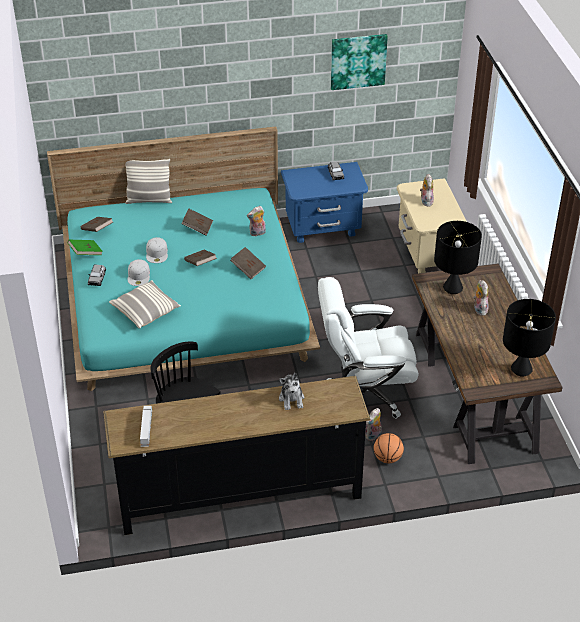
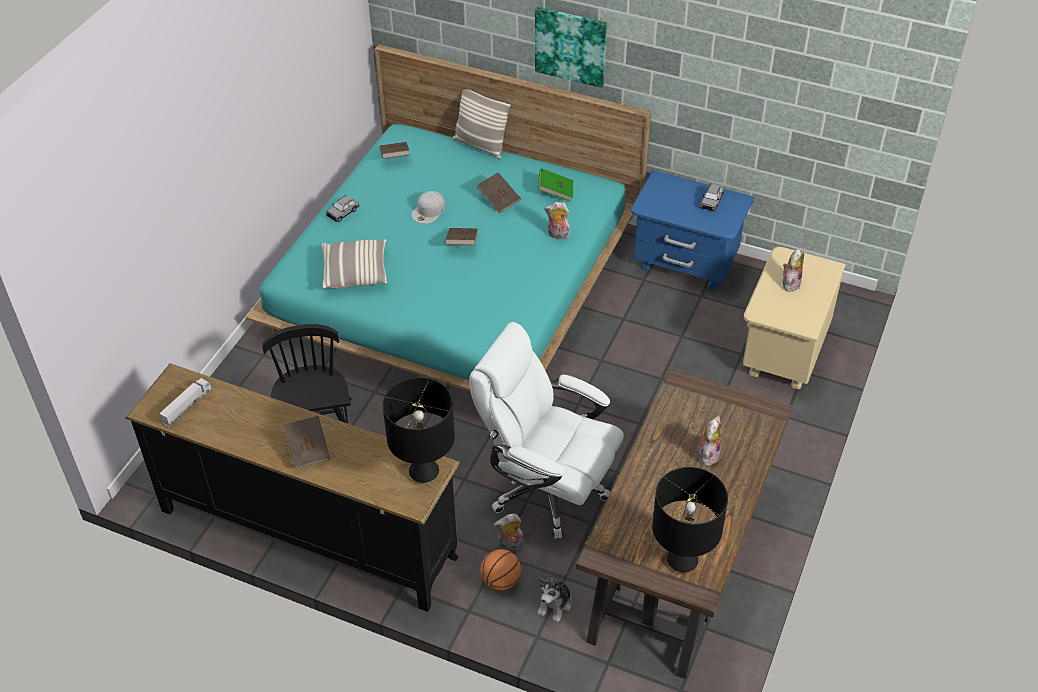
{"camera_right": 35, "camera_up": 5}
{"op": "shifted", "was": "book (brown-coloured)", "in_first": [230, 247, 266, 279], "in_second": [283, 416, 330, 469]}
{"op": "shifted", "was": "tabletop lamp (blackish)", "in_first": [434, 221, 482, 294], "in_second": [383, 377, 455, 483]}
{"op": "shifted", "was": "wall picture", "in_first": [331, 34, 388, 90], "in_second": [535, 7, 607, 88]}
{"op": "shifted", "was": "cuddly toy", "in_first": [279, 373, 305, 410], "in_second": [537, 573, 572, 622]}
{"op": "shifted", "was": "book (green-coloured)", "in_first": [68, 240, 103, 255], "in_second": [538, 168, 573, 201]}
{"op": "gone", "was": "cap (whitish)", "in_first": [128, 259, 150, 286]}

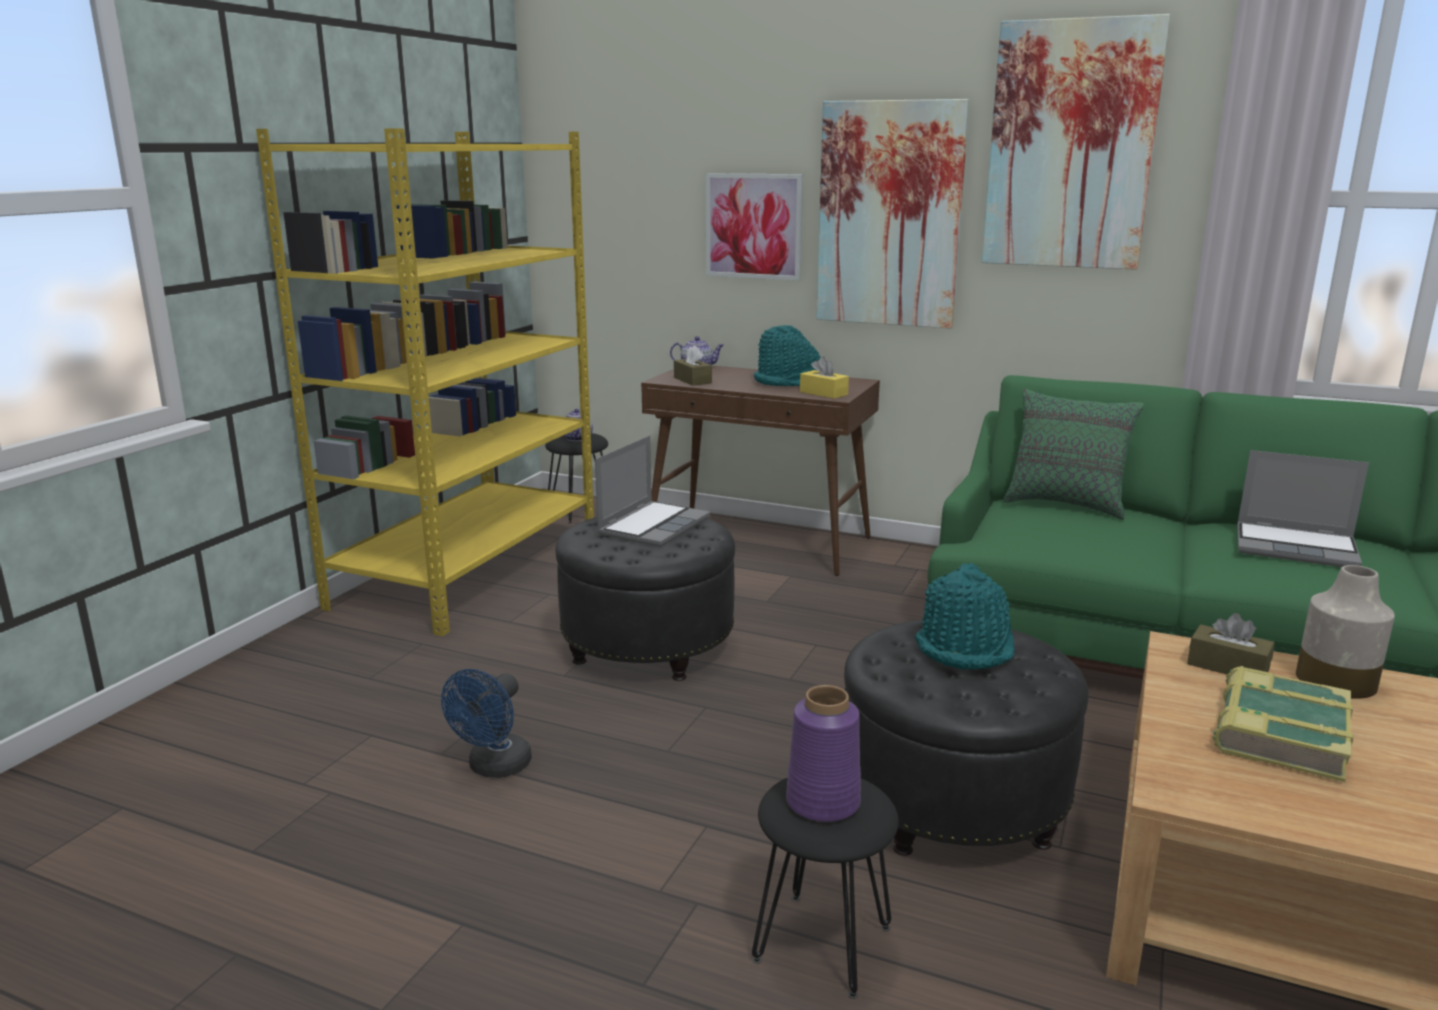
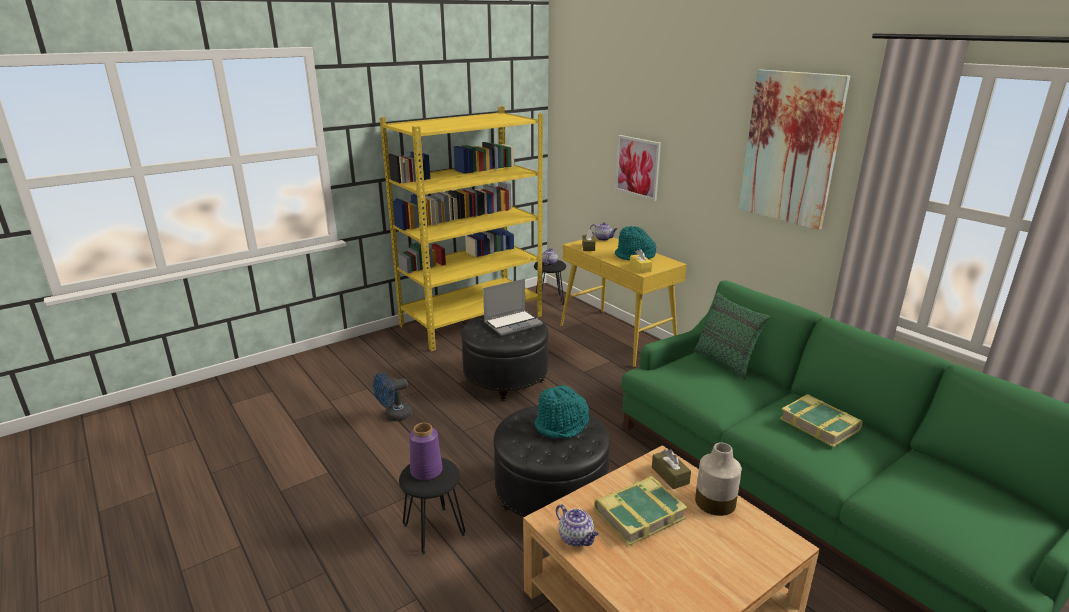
{"camera_right": 30, "camera_up": 5}
{"op": "new", "now": "tea pot", "in_second": [556, 504, 599, 547]}
{"op": "repainted", "was": "narrow table (brown-coloured)", "now": "narrow table (yellow)", "in_first": [641, 365, 880, 576], "in_second": [560, 236, 687, 367]}
{"op": "swapped", "was": "laptop", "now": "book", "in_first": [1237, 450, 1369, 567], "in_second": [779, 394, 863, 447]}
{"op": "gone", "was": "wall picture", "in_first": [816, 99, 969, 328]}

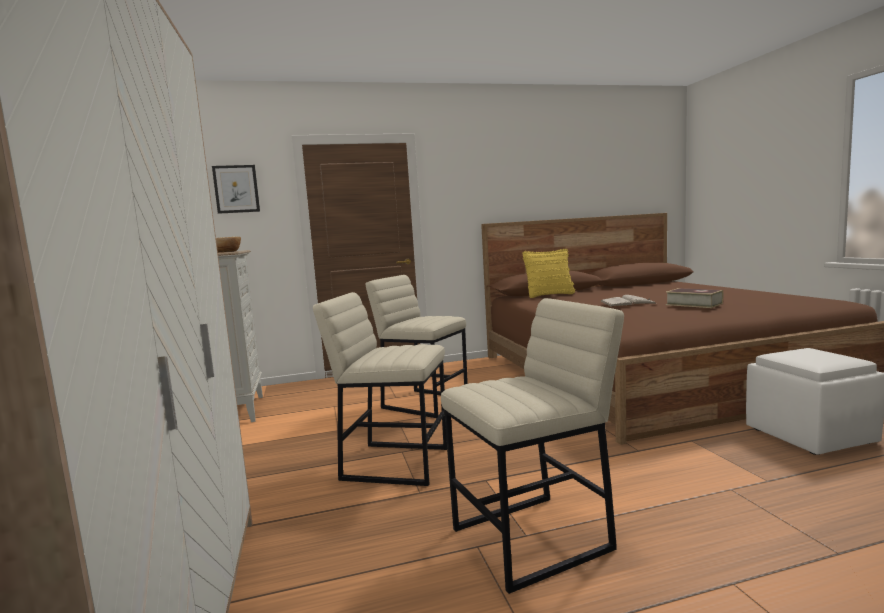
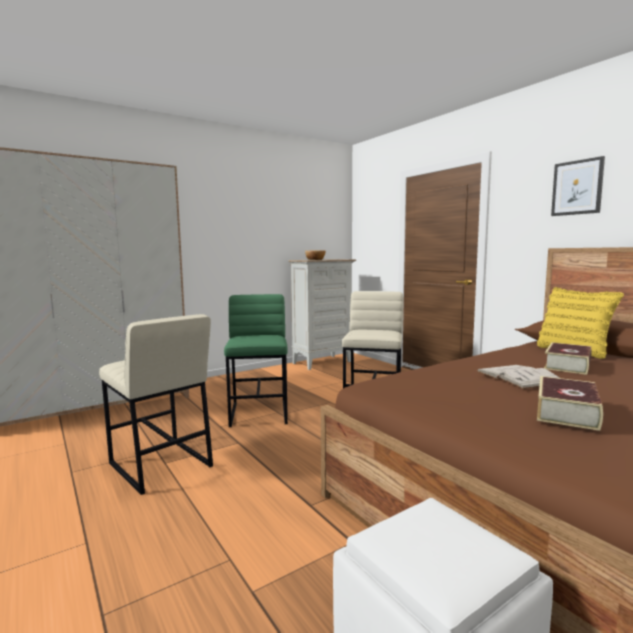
{"camera_right": 70, "camera_up": 0}
{"op": "repainted", "was": "upright chair (beige)", "now": "upright chair (green-coloured)", "in_first": [313, 292, 447, 486], "in_second": [224, 294, 288, 427]}
{"op": "new", "now": "book", "in_second": [544, 342, 592, 375]}
{"op": "shifted", "was": "wall picture", "in_first": [212, 165, 260, 214], "in_second": [551, 156, 605, 216]}

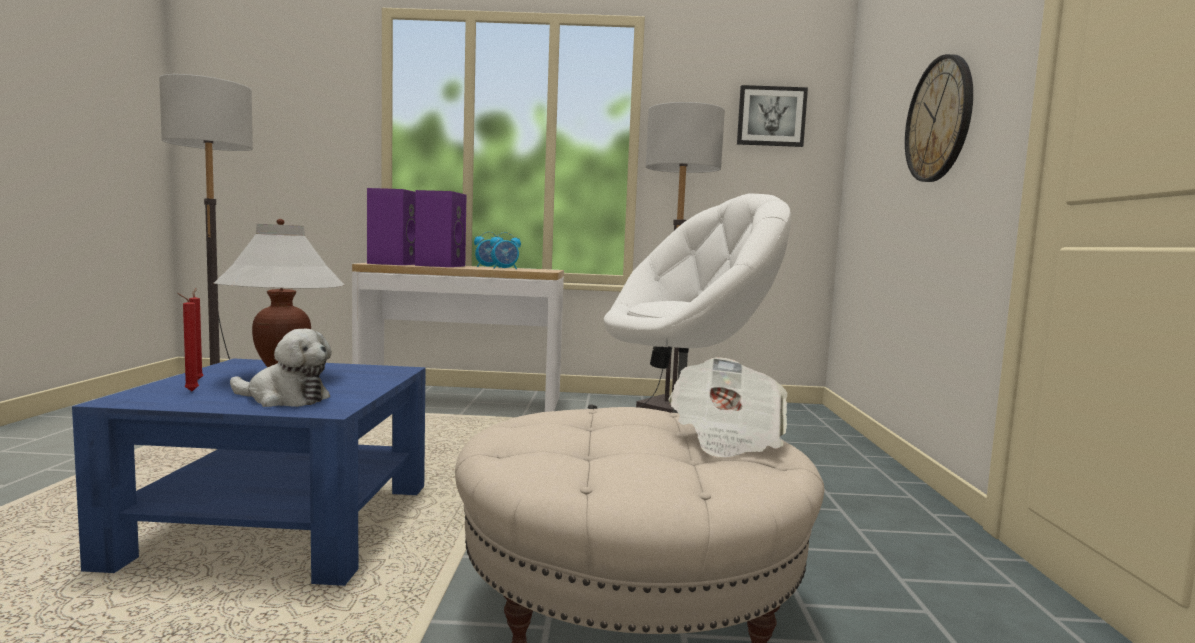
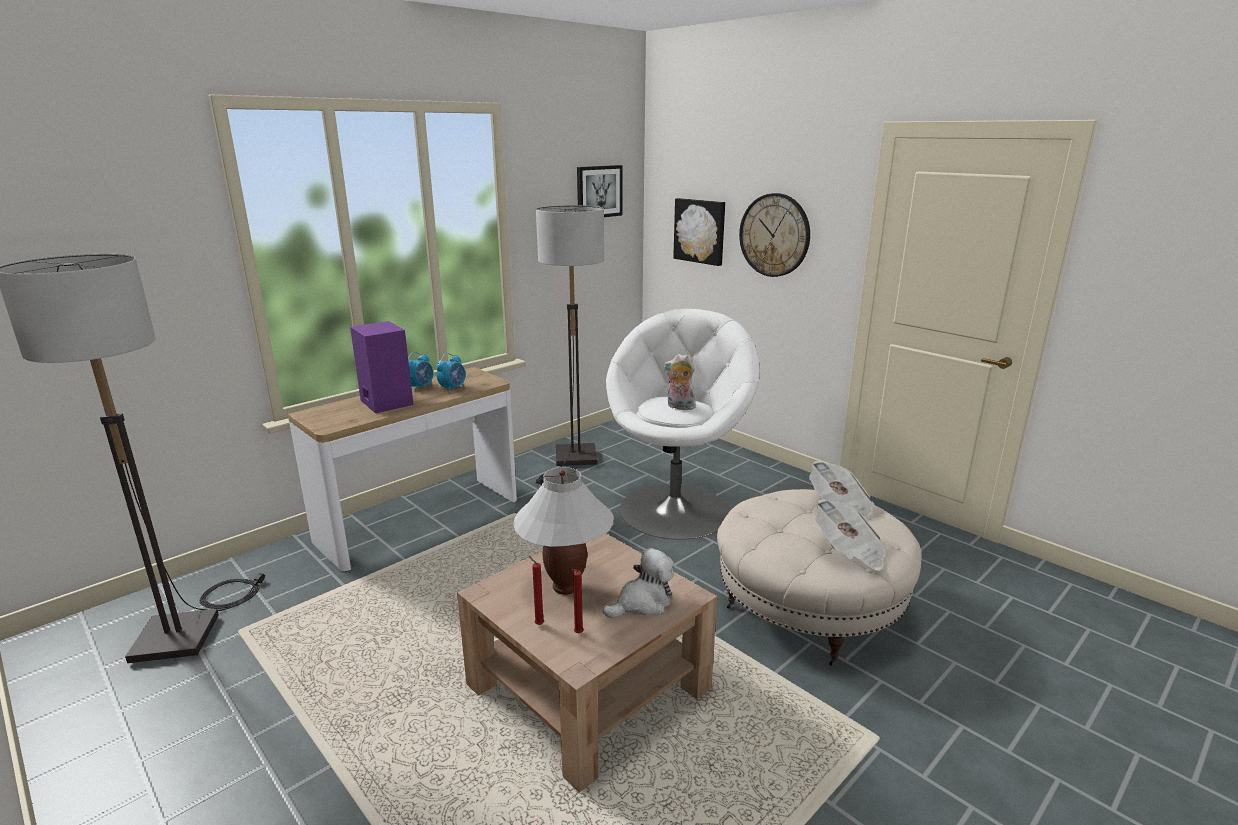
{"camera_right": -45, "camera_up": 15}
{"op": "repainted", "was": "coffee table (blue)", "now": "coffee table (brown-coloured)", "in_first": [72, 359, 426, 586], "in_second": [457, 533, 717, 793]}
{"op": "new", "now": "cuddly toy", "in_second": [664, 354, 697, 410]}
{"op": "new", "now": "wall picture", "in_second": [673, 198, 725, 266]}
{"op": "new", "now": "daily paper", "in_second": [815, 499, 886, 571]}
{"op": "gone", "was": "speaker (purple)", "in_first": [367, 188, 416, 265]}

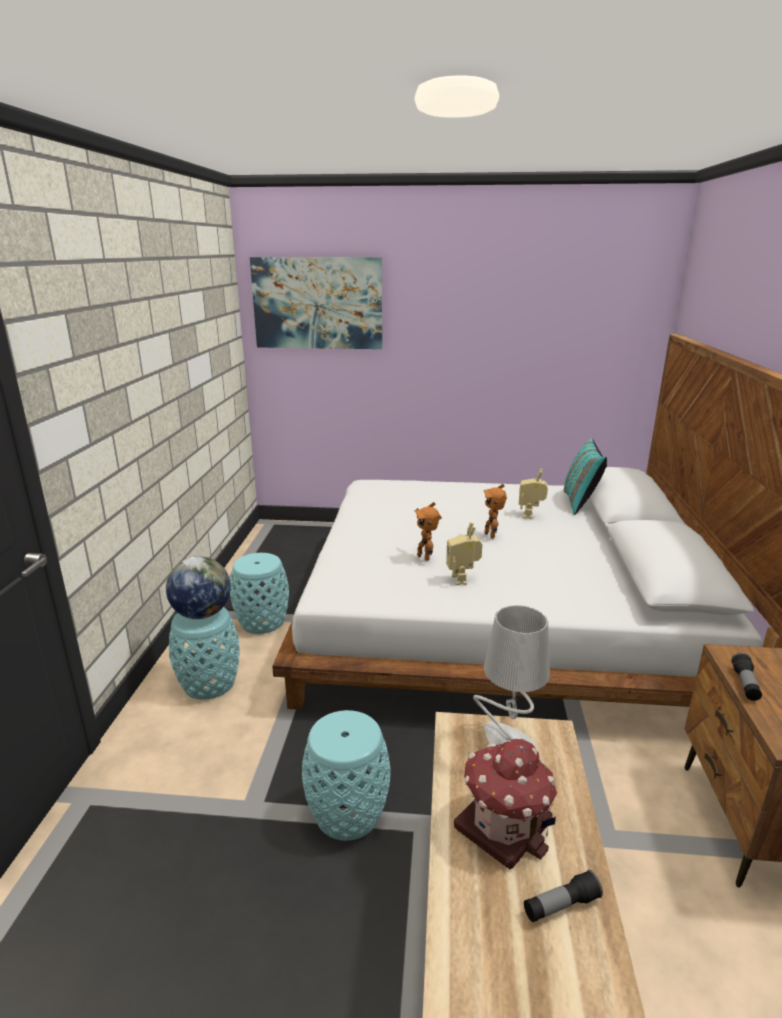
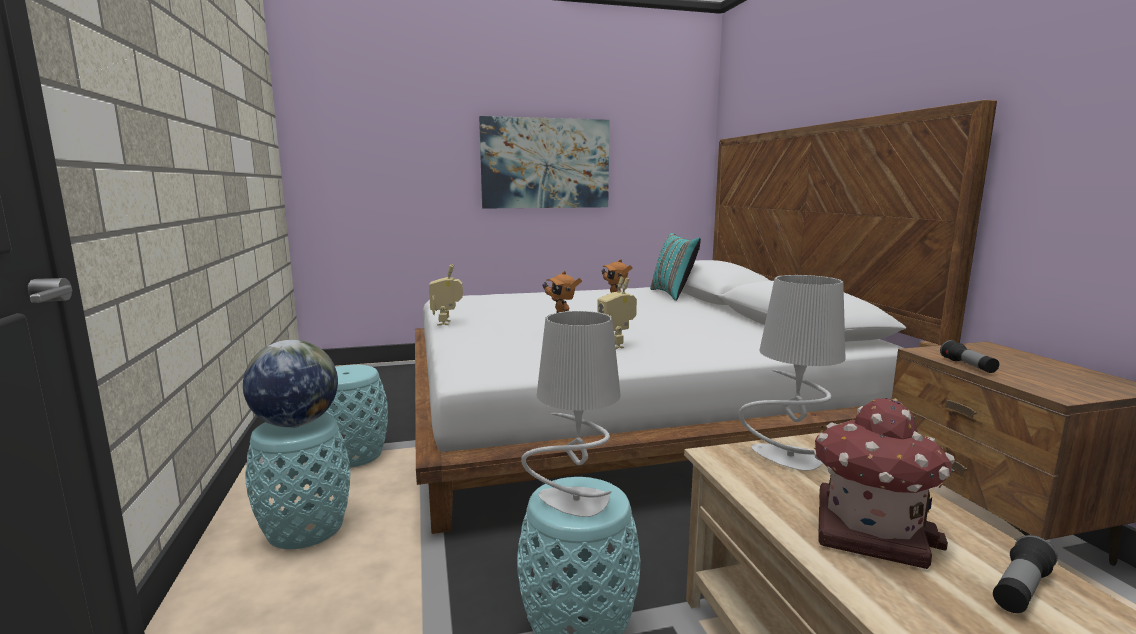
{"camera_right": -20, "camera_up": -10}
{"op": "shifted", "was": "robot figure", "in_first": [519, 469, 548, 519], "in_second": [429, 264, 463, 326]}
{"op": "shifted", "was": "wall picture", "in_first": [250, 257, 382, 349], "in_second": [479, 116, 610, 209]}
{"op": "new", "now": "tabletop lamp (gray)", "in_second": [521, 311, 621, 517]}

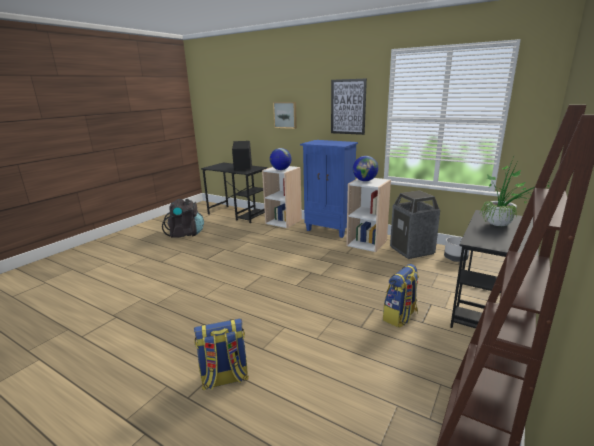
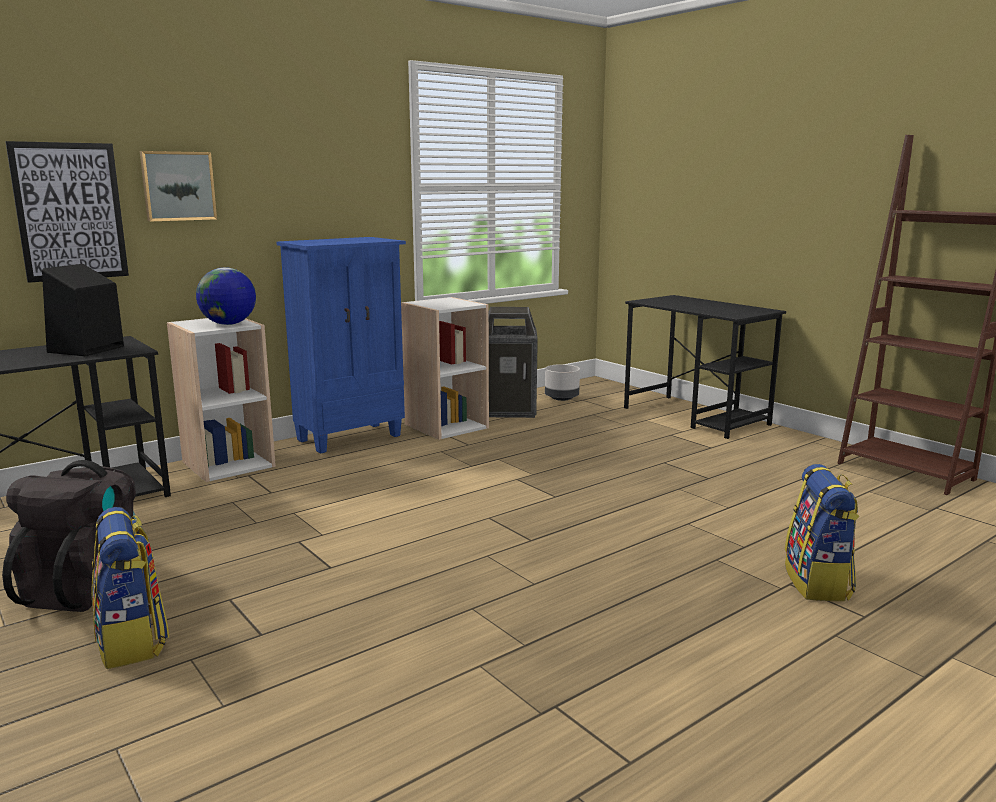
{"camera_right": -70, "camera_up": -5}
{"op": "shifted", "was": "wall picture", "in_first": [331, 79, 367, 135], "in_second": [5, 141, 129, 283]}
{"op": "shifted", "was": "rucksack", "in_first": [383, 264, 419, 328], "in_second": [91, 507, 169, 669]}
{"op": "gone", "was": "globe", "in_first": [353, 156, 378, 181]}
{"op": "gone", "was": "houseplant", "in_first": [479, 154, 550, 226]}

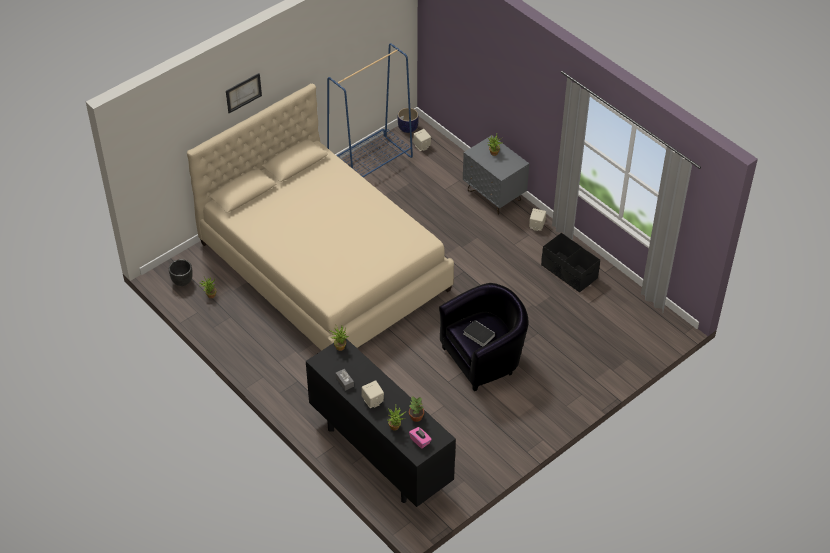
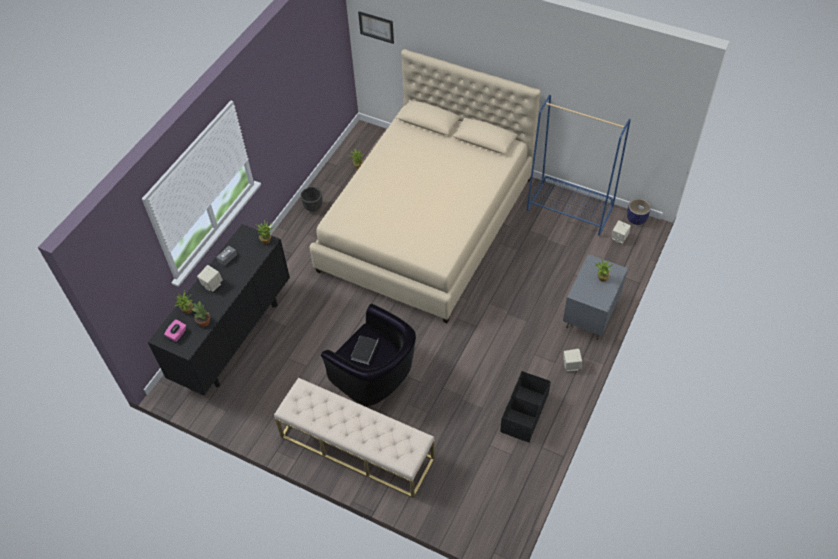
{"camera_right": 70, "camera_up": 5}
{"op": "new", "now": "bench (beige)", "in_second": [274, 378, 435, 498]}
{"op": "shifted", "was": "planter (blackish)", "in_first": [169, 259, 193, 286], "in_second": [301, 187, 323, 212]}
{"op": "shifted", "was": "wall picture", "in_first": [226, 73, 262, 113], "in_second": [358, 11, 394, 44]}

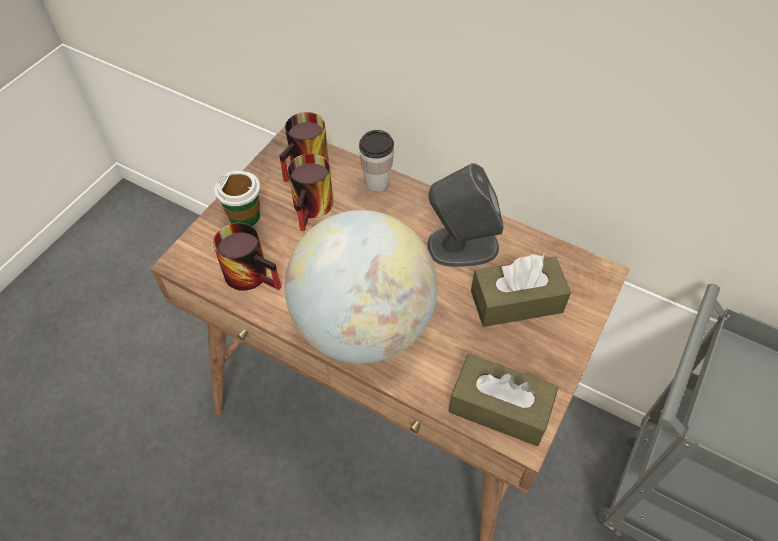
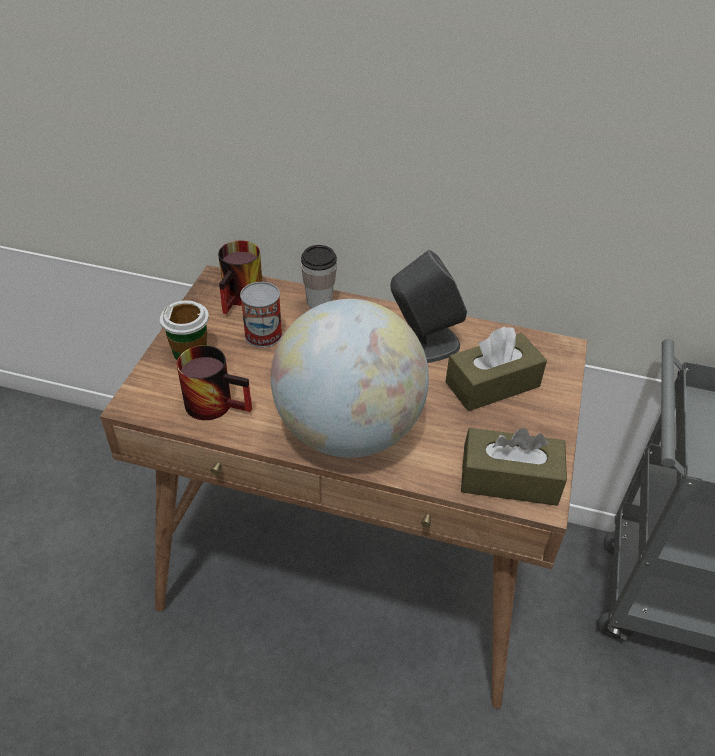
{"camera_right": -15, "camera_up": -10}
{"op": "swapped", "was": "coffee mug", "now": "can", "in_first": [288, 153, 333, 231], "in_second": [240, 282, 282, 347]}

